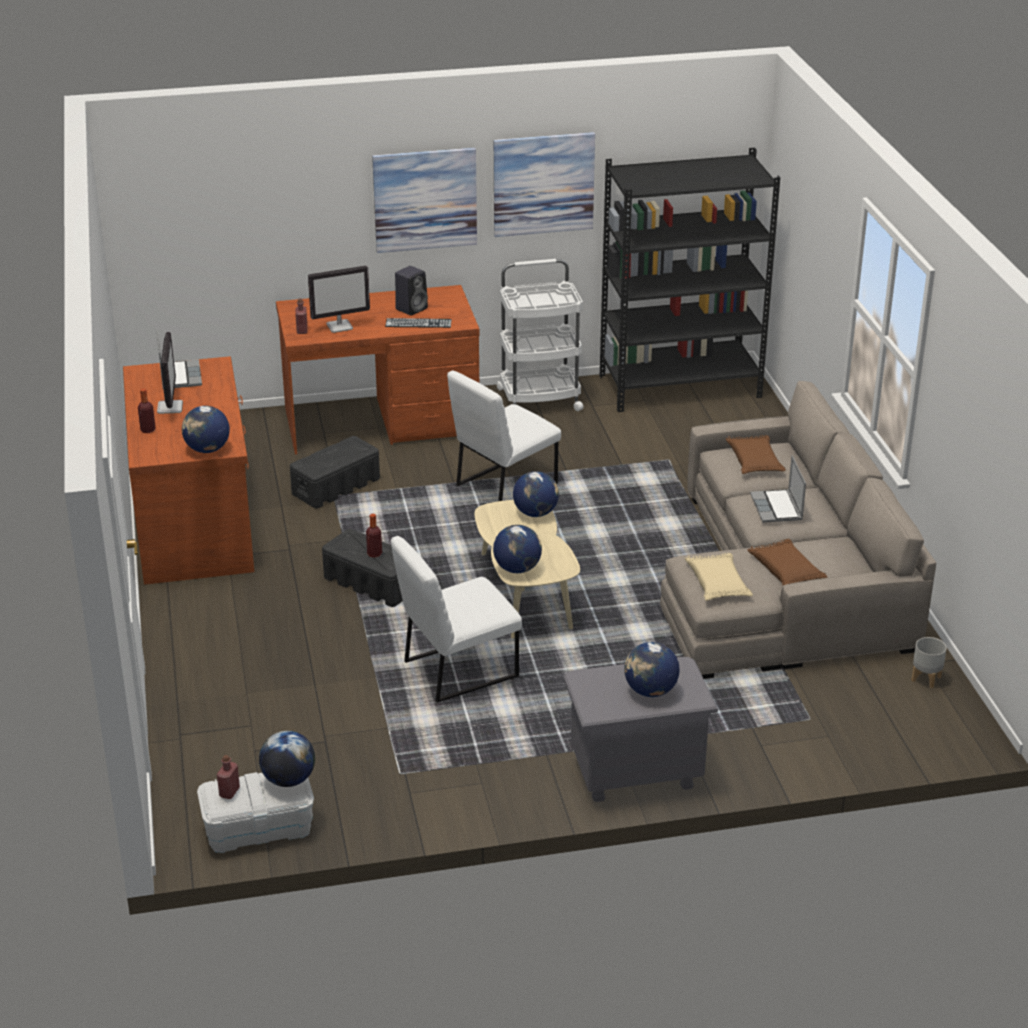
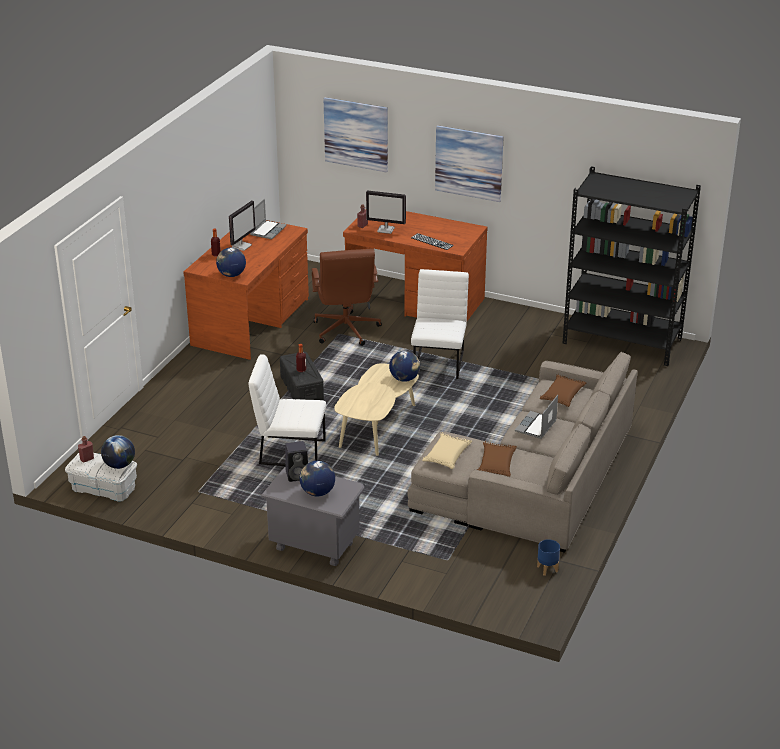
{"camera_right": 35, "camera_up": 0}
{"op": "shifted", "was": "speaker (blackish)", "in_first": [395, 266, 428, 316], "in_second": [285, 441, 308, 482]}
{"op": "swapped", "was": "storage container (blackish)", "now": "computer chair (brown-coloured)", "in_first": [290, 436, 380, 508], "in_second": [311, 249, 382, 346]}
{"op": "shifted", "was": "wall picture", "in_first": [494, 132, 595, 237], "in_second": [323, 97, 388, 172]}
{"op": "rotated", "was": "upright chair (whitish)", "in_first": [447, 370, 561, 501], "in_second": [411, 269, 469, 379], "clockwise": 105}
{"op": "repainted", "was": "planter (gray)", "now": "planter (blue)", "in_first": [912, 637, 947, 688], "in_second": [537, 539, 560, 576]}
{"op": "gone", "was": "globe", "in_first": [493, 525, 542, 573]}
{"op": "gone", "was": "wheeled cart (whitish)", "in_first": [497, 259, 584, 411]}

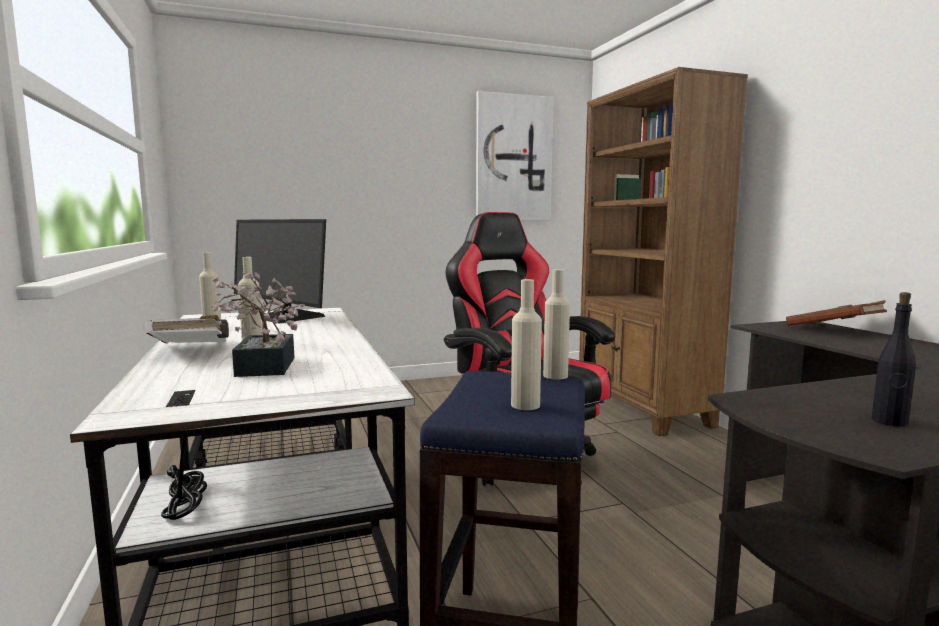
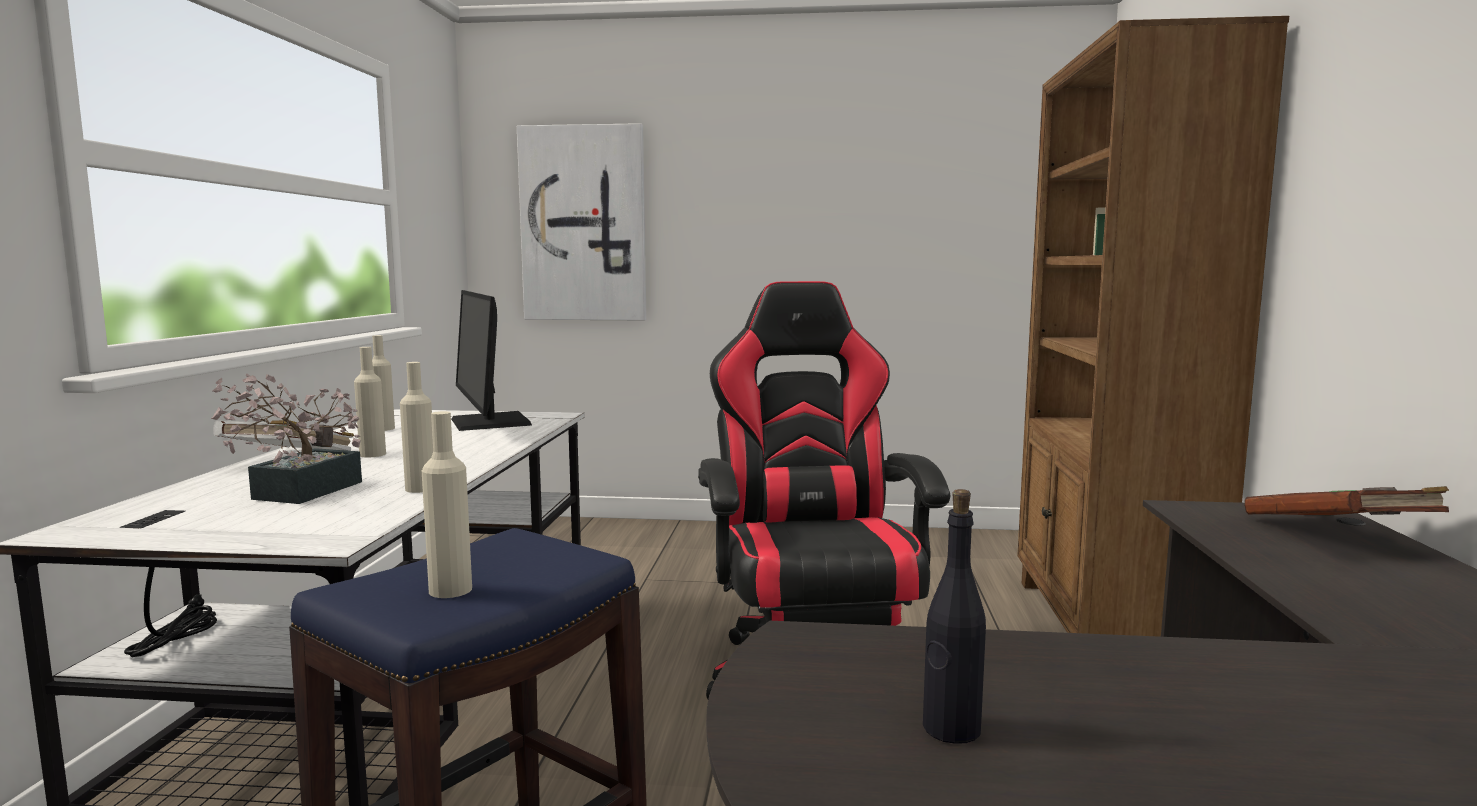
{"camera_right": 25, "camera_up": 0}
{"op": "shifted", "was": "drink bottle (beige)", "in_first": [543, 269, 570, 380], "in_second": [400, 362, 433, 493]}
{"op": "shifted", "was": "wall picture", "in_first": [476, 91, 553, 221], "in_second": [517, 123, 646, 320]}

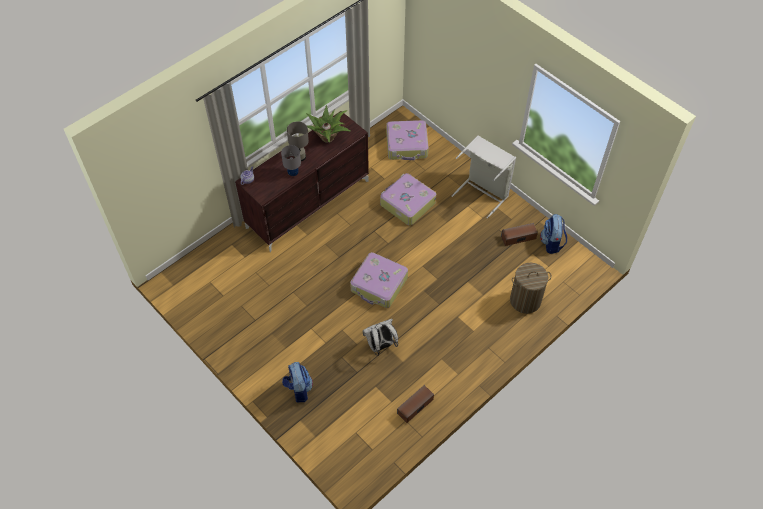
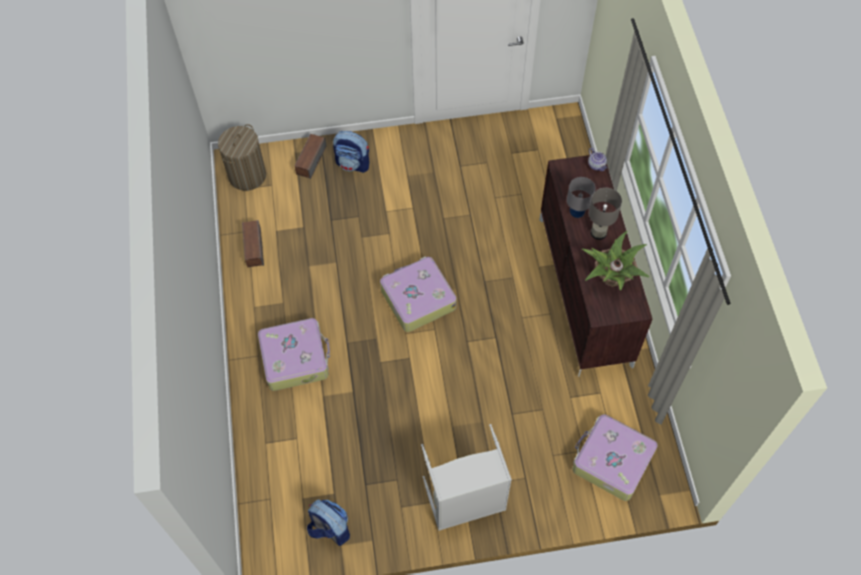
{"camera_right": 125, "camera_up": 5}
{"op": "shifted", "was": "hamper", "in_first": [510, 263, 551, 314], "in_second": [218, 124, 266, 191]}
{"op": "shifted", "was": "piece of luggage", "in_first": [380, 173, 436, 225], "in_second": [258, 318, 330, 391]}
{"op": "shifted", "was": "speaker", "in_first": [501, 223, 538, 246], "in_second": [295, 134, 327, 179]}
{"op": "gone", "was": "rucksack (whitish)", "in_first": [362, 319, 398, 356]}

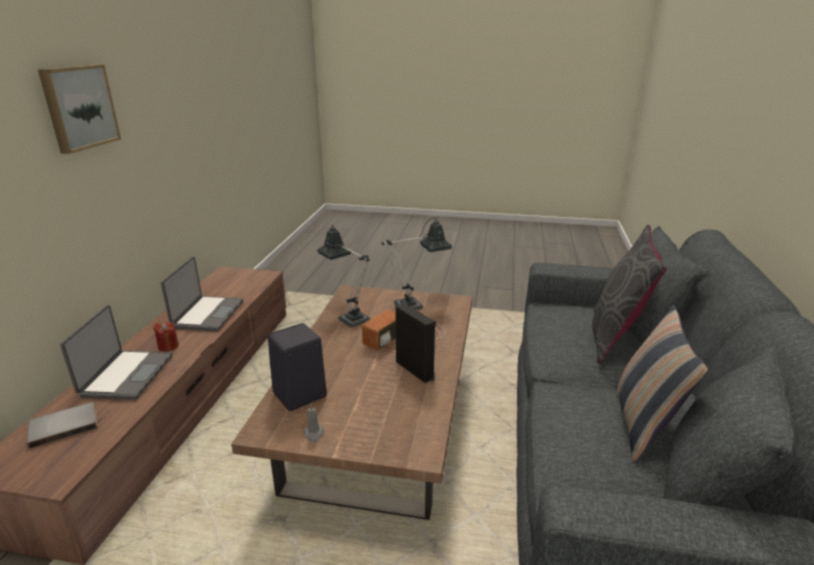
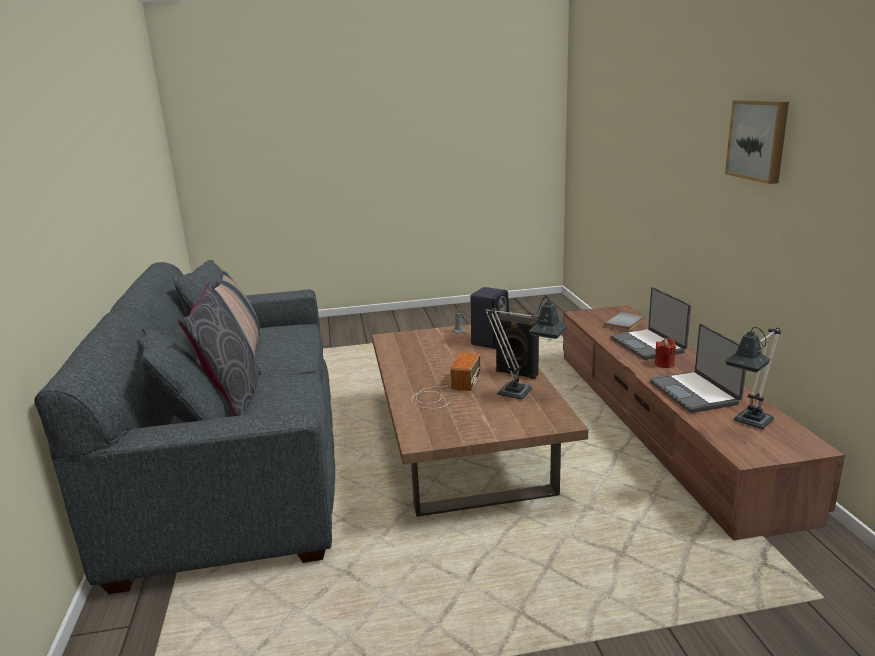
{"camera_right": 160, "camera_up": -5}
{"op": "shifted", "was": "speaker (blackish)", "in_first": [395, 302, 436, 383], "in_second": [495, 314, 539, 379]}
{"op": "shifted", "was": "tabletop lamp", "in_first": [382, 218, 452, 310], "in_second": [725, 327, 781, 429]}

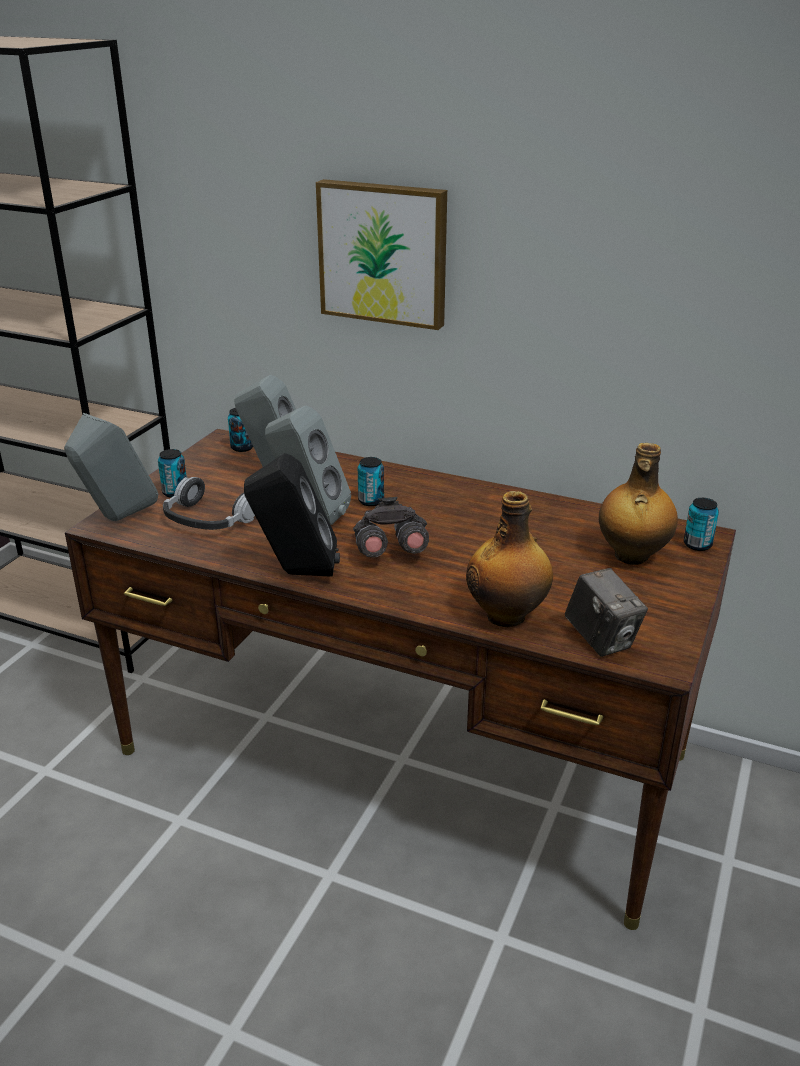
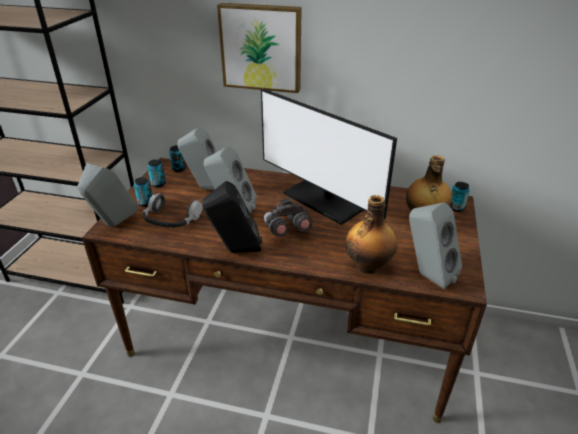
{"camera_right": -10, "camera_up": 5}
{"op": "shifted", "was": "can", "in_first": [358, 457, 384, 506], "in_second": [147, 159, 166, 188]}
{"op": "new", "now": "monitor", "in_second": [261, 89, 397, 225]}
{"op": "swapped", "was": "still camera", "now": "speaker (gray)", "in_first": [565, 568, 648, 657], "in_second": [409, 202, 462, 289]}

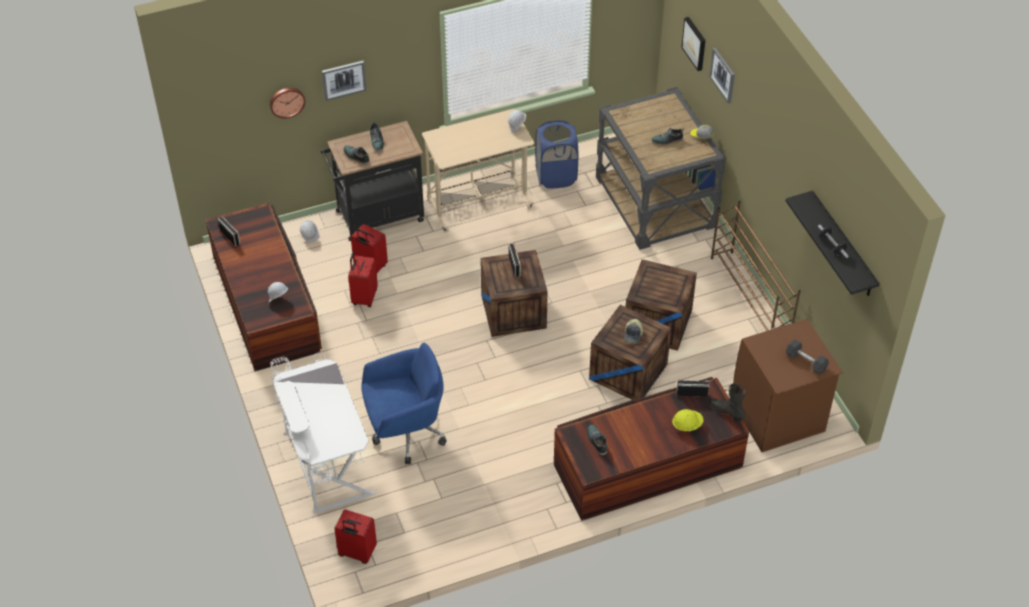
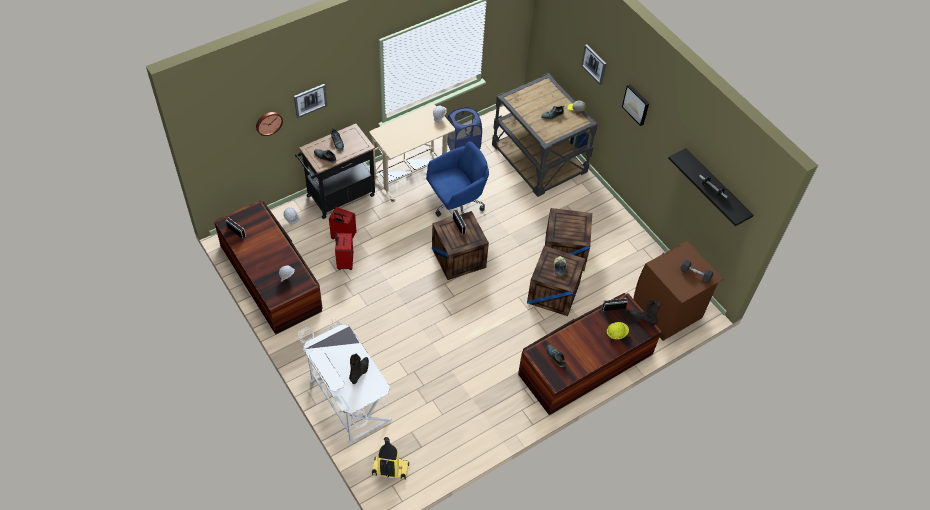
{"camera_right": -15, "camera_up": 5}
{"op": "new", "now": "tall boot (blackish)", "in_second": [349, 353, 369, 384]}
{"op": "swapped", "was": "piece of luggage (red)", "now": "vacuum", "in_first": [334, 509, 377, 564], "in_second": [372, 437, 409, 480]}
{"op": "shifted", "was": "computer chair (blue)", "in_first": [361, 343, 447, 464], "in_second": [426, 141, 489, 217]}
{"op": "shifted", "was": "wall picture", "in_first": [681, 17, 705, 71], "in_second": [622, 84, 649, 126]}
{"op": "gone", "was": "shoe shelf (brown-coloured)", "in_first": [711, 201, 801, 331]}

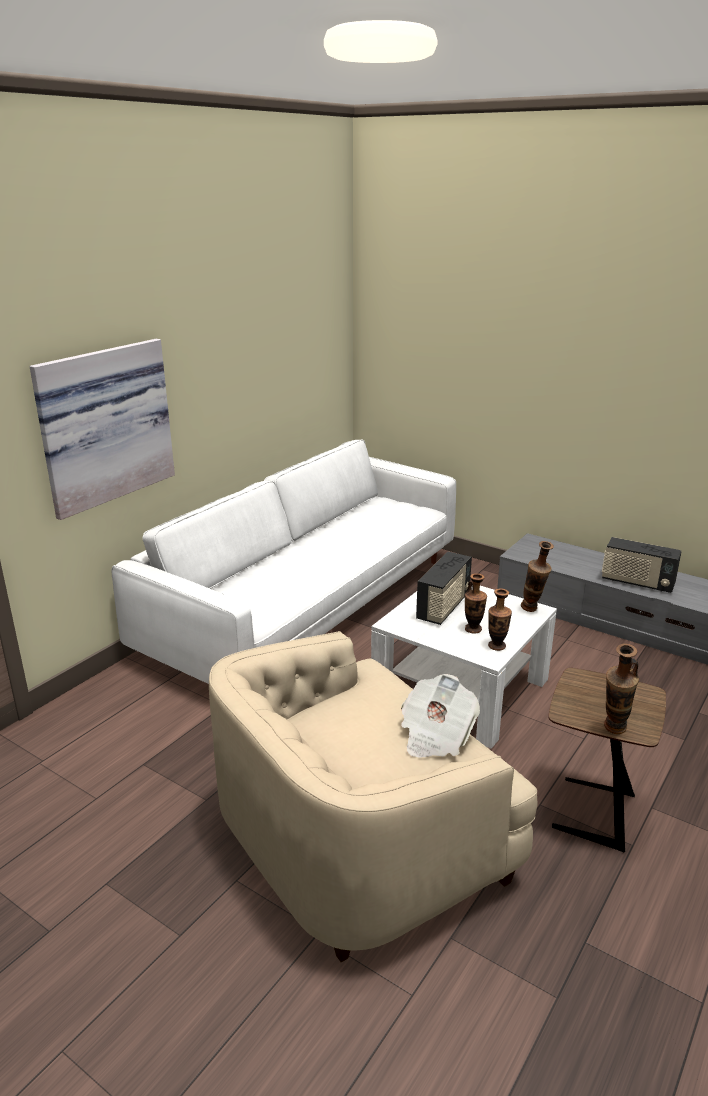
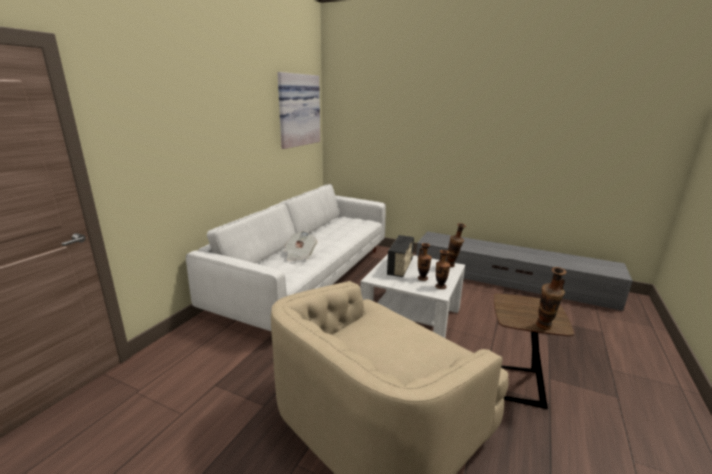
{"camera_right": -10, "camera_up": -5}
{"op": "shifted", "was": "wall picture", "in_first": [30, 339, 175, 520], "in_second": [277, 72, 320, 149]}
{"op": "shifted", "was": "daily paper", "in_first": [401, 674, 480, 758], "in_second": [285, 231, 317, 261]}
{"op": "gone", "was": "radio", "in_first": [602, 537, 682, 593]}

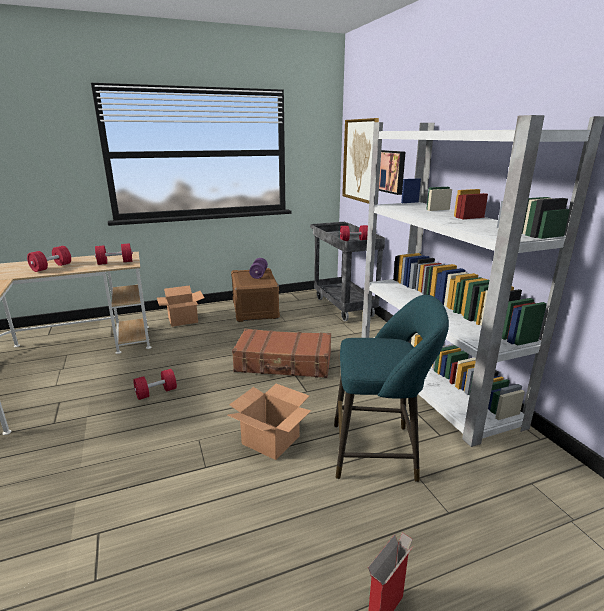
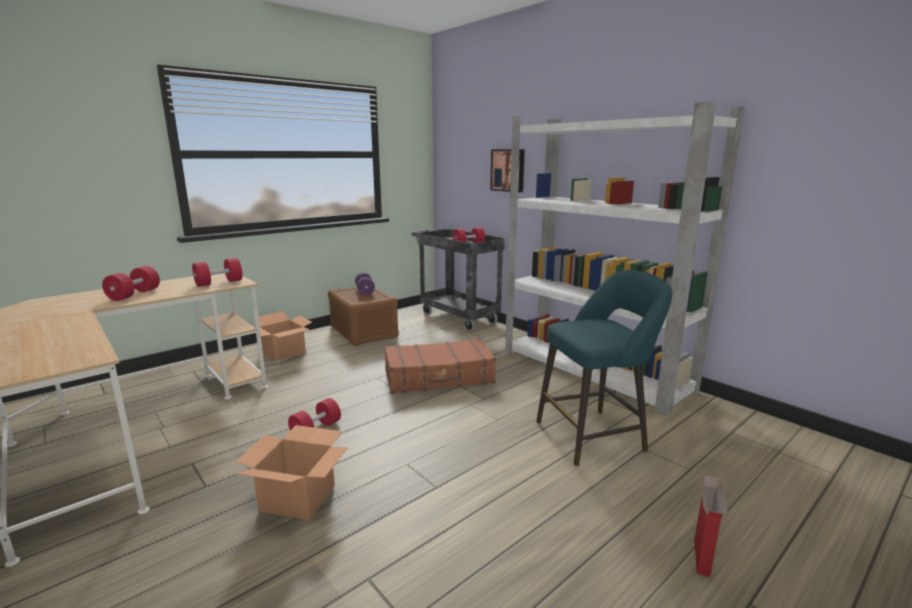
{"camera_right": -20, "camera_up": -5}
{"op": "shifted", "was": "carton", "in_first": [228, 384, 311, 460], "in_second": [236, 425, 348, 520]}
{"op": "gone", "was": "wall picture", "in_first": [342, 118, 379, 204]}

